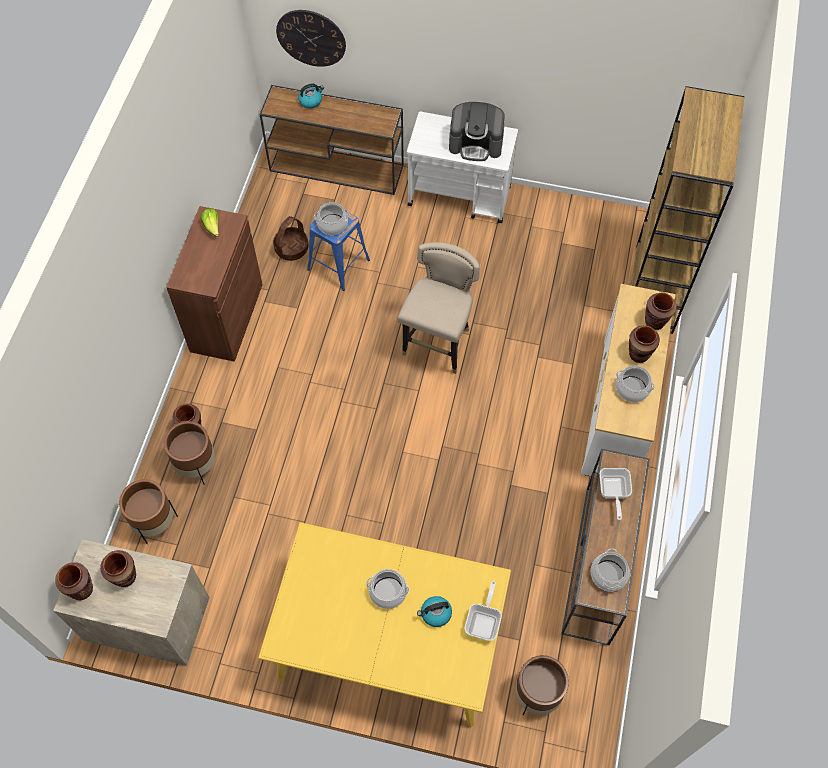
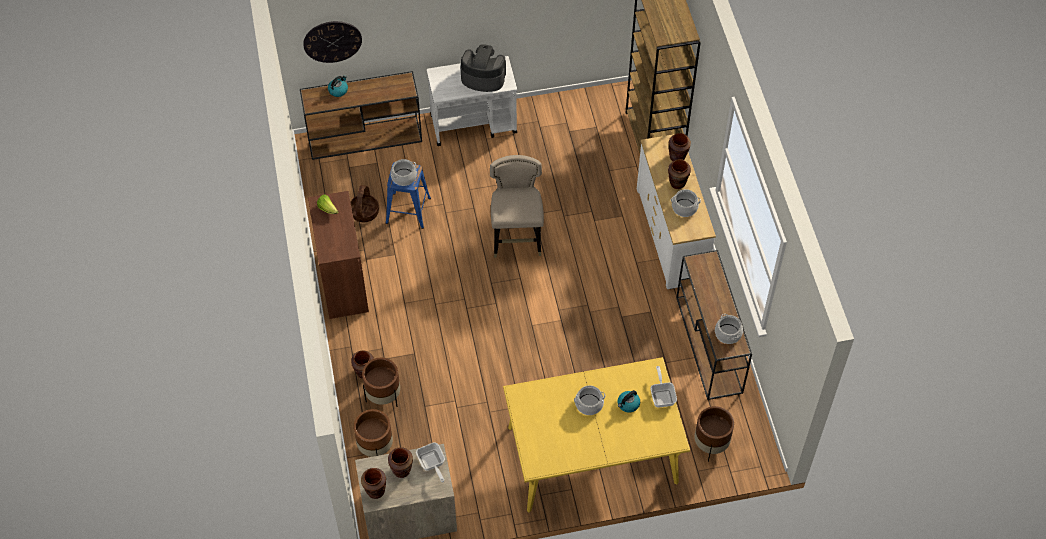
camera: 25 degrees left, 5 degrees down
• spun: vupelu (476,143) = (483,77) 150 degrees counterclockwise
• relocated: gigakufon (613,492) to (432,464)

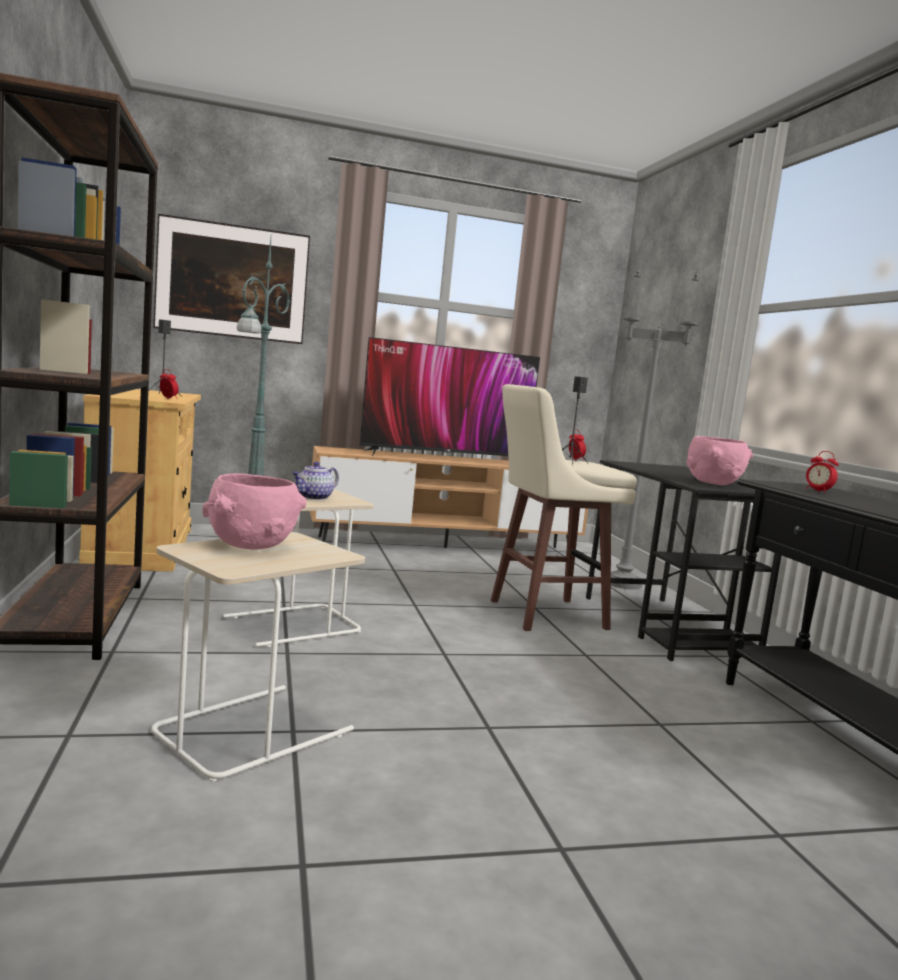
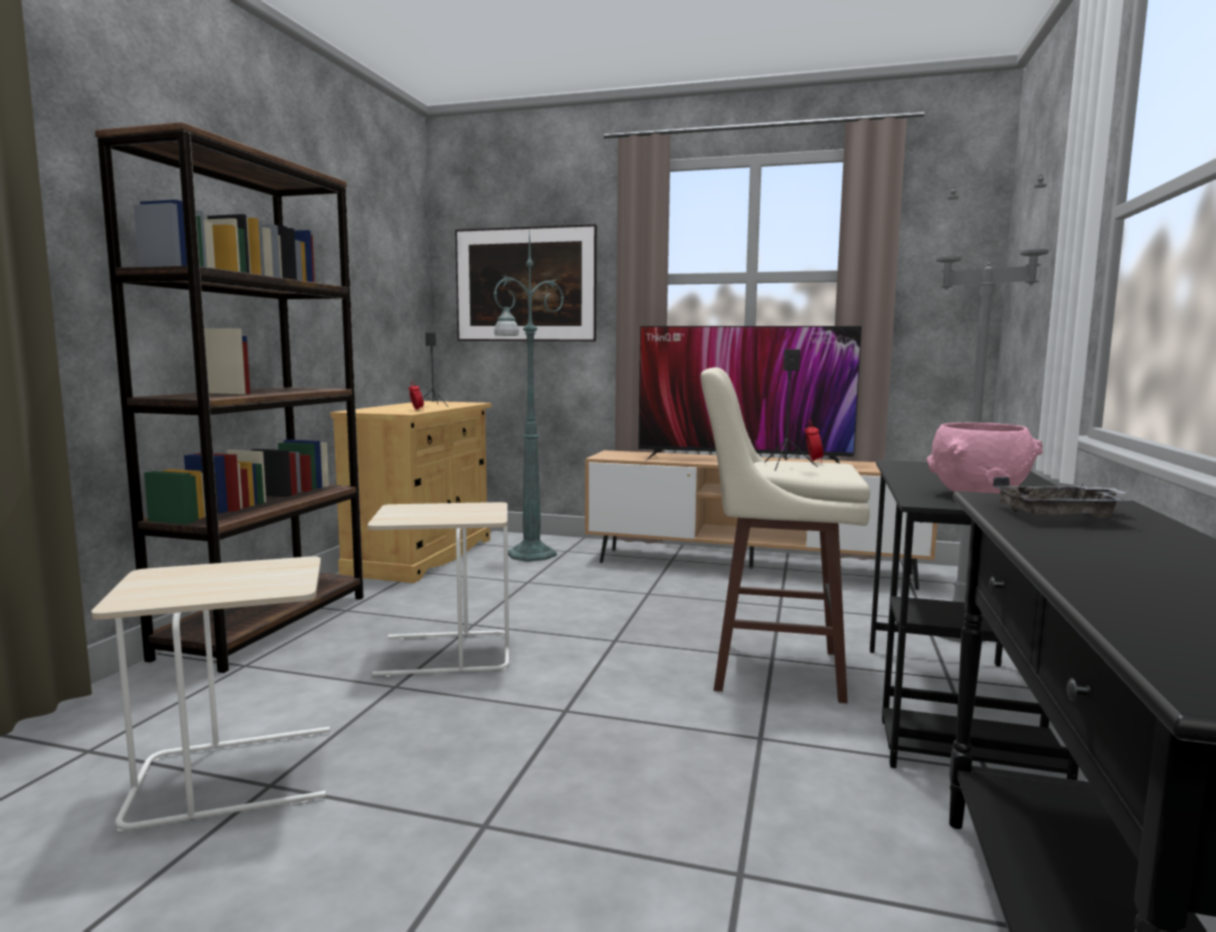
camera: 30 degrees right, 0 degrees up
• exchanged: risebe (818,491) to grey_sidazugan (1061,515)
• missing: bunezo (314,497)
• missing: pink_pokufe (251,546)

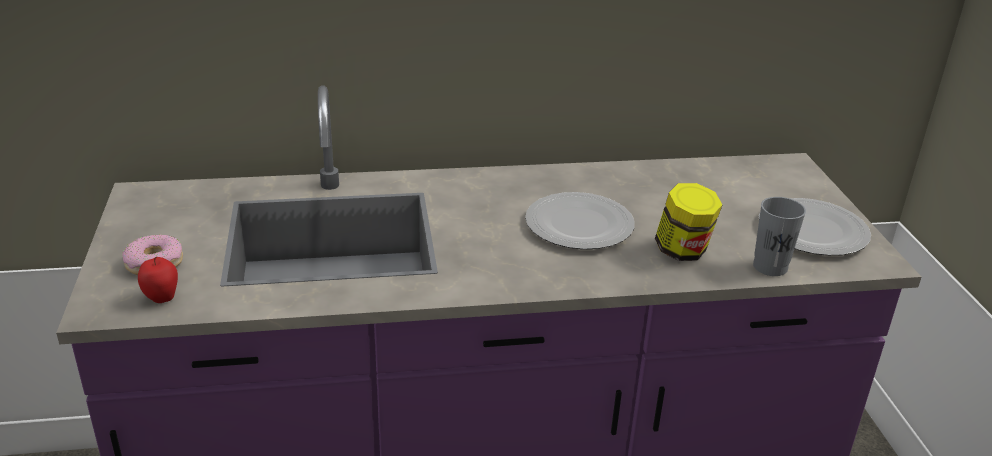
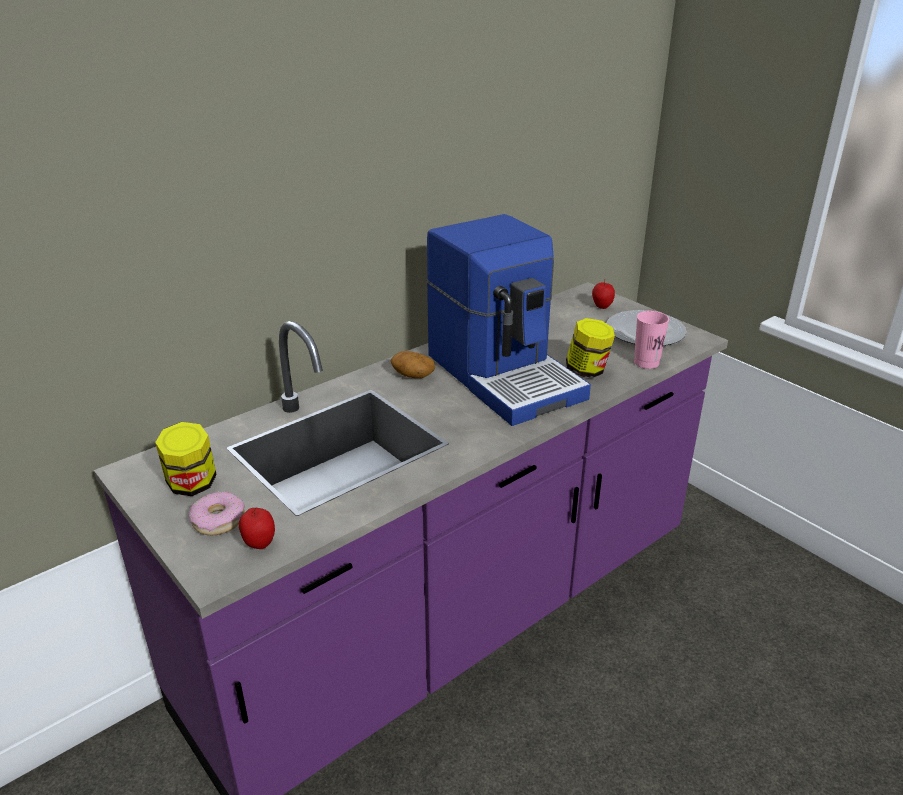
camera: 30 degrees left, 0 degrees up
• exchanged: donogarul (580,224) to vupelu (505,375)
• colour: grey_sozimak (770,267) to pink_sozimak (646,363)
• appeared: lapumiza (602,307)
• appeared: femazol (412,375)
• appeared: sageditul (192,485)

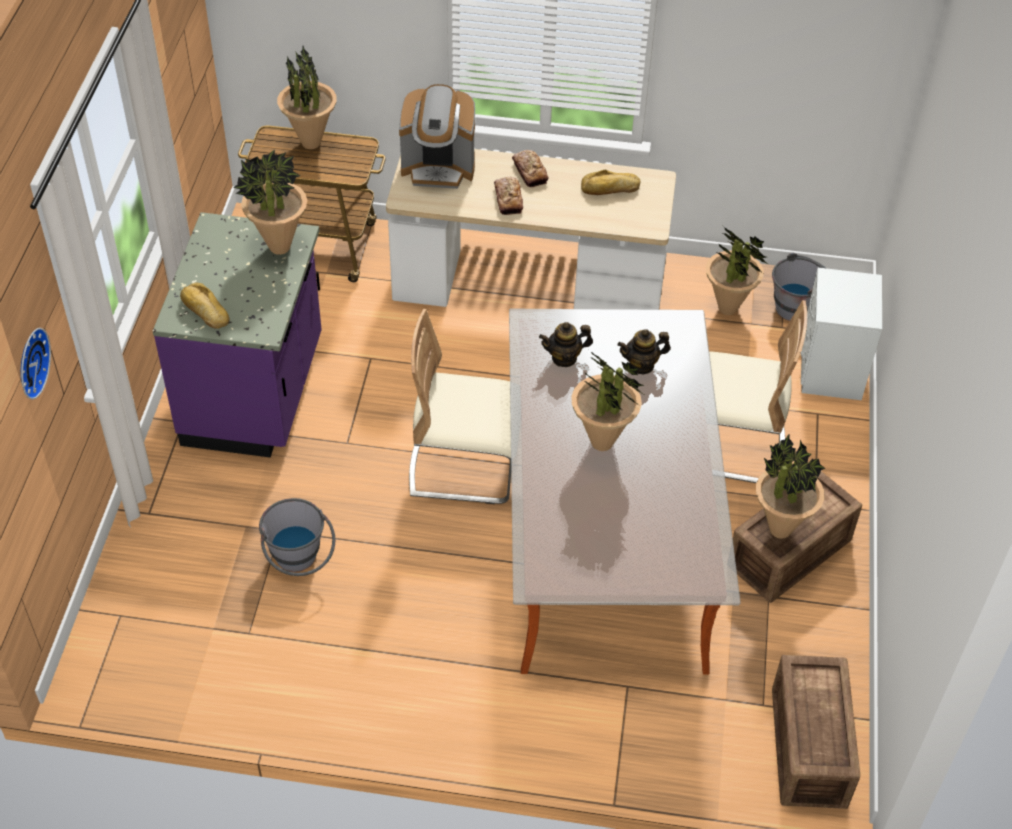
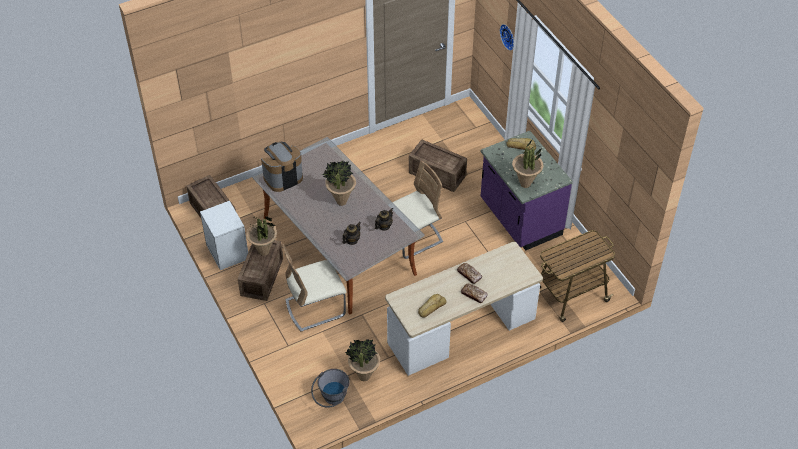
camera: 145 degrees right, 0 degrees up
• missing: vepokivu (311,143)
• relocated: vupelu (438,168) to (283,177)
• relocated: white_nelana (829,370) to (227,251)
• exchanged: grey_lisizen (299,562) to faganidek (437,173)

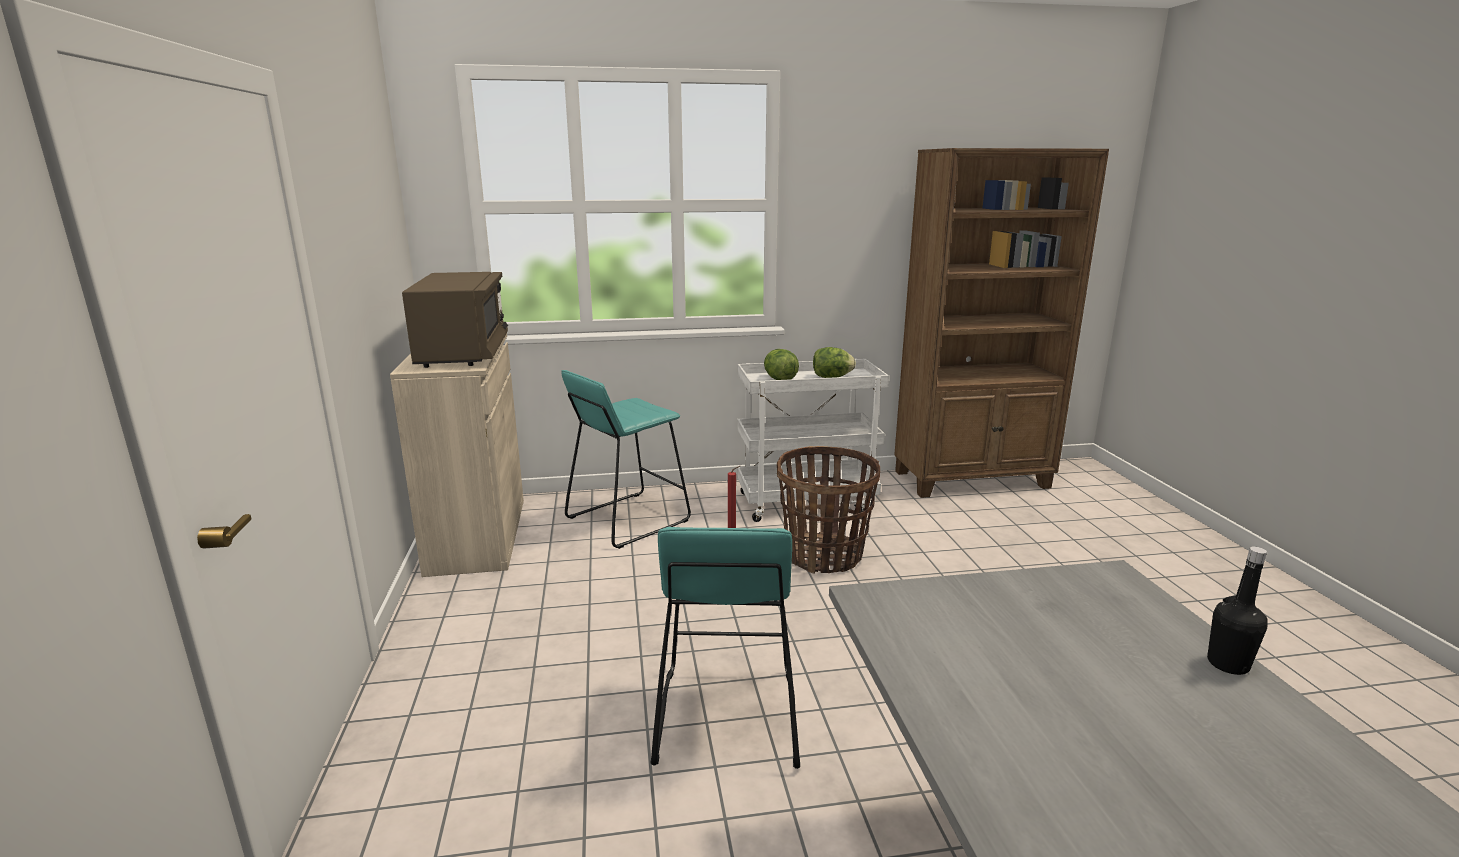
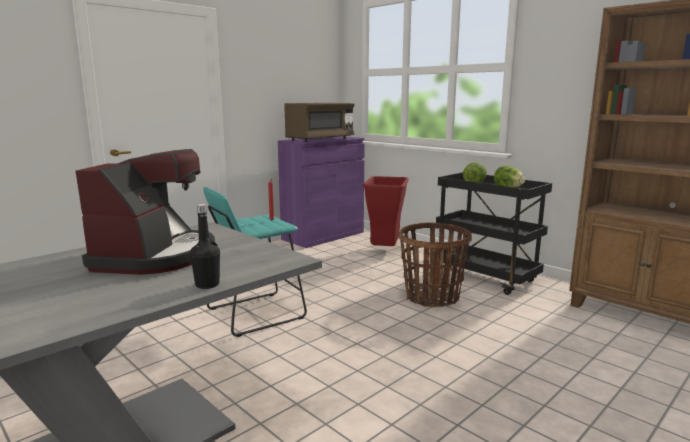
camera: 55 degrees right, 5 degrees down
• colour: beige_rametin (477,535) to purple_rametin (323,236)
• colour: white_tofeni (806,502) to black_tofeni (486,278)
• exchanged: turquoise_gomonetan (627,519) to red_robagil (384,251)
• appeared: vupelu (156,256)

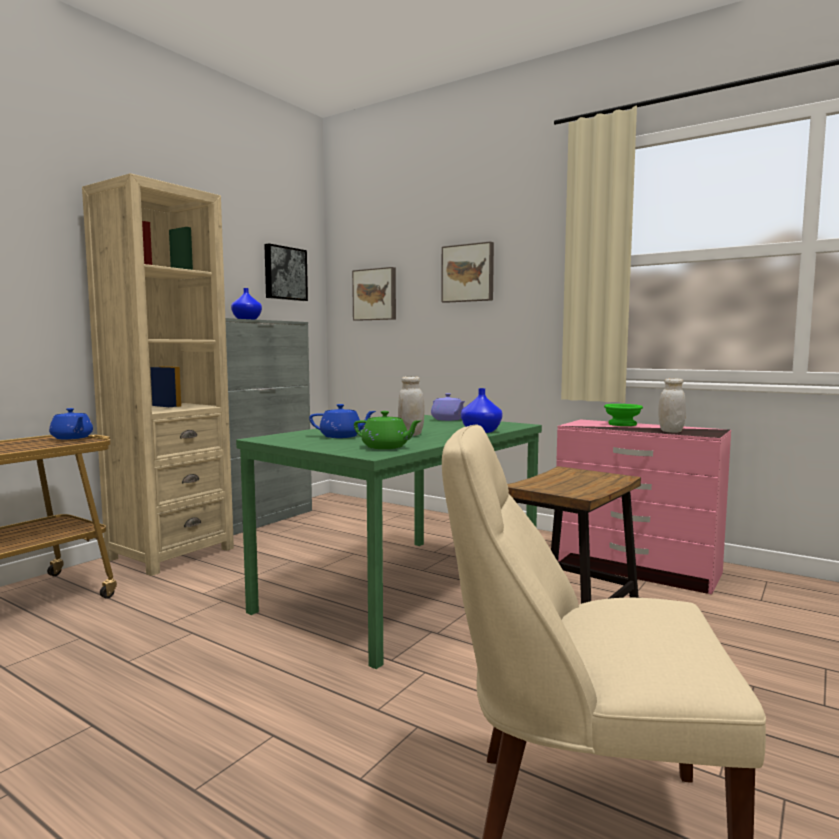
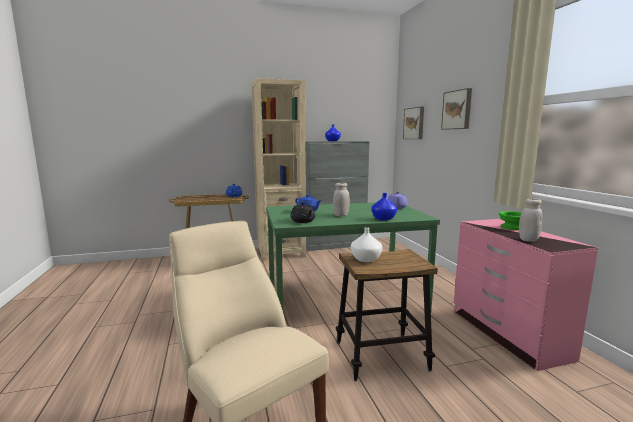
camera: 40 degrees right, 5 degrees up
• missing: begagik (284,273)
• colour: green_bunezo (386,447) to black_bunezo (303,221)
• appeared: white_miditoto (366,259)

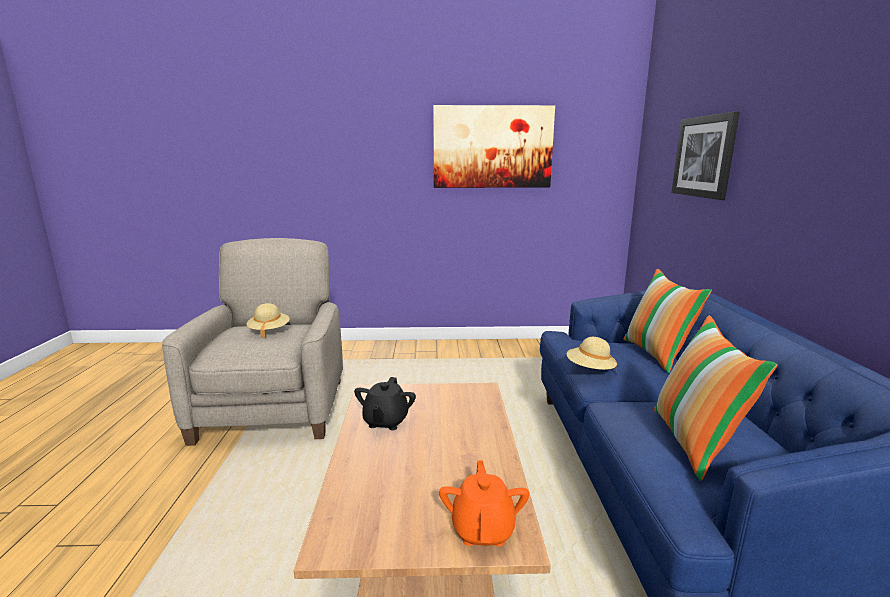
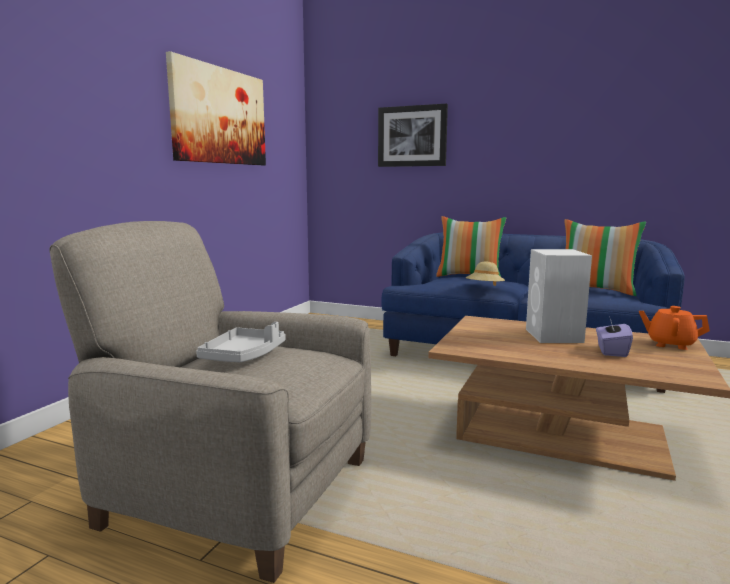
camera: 65 degrees left, 5 degrees down
• exchanged: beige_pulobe (269,331) to grey_sidazugan (244,356)
• missing: black_bunezo (385,421)
• appeared: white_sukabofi (554,336)
• appeared: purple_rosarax (611,351)

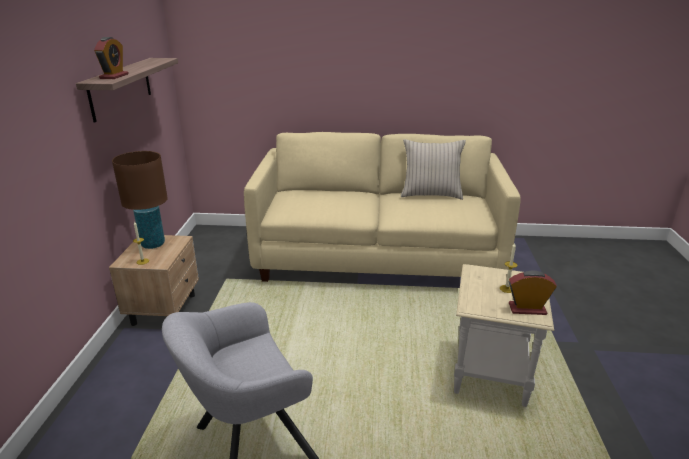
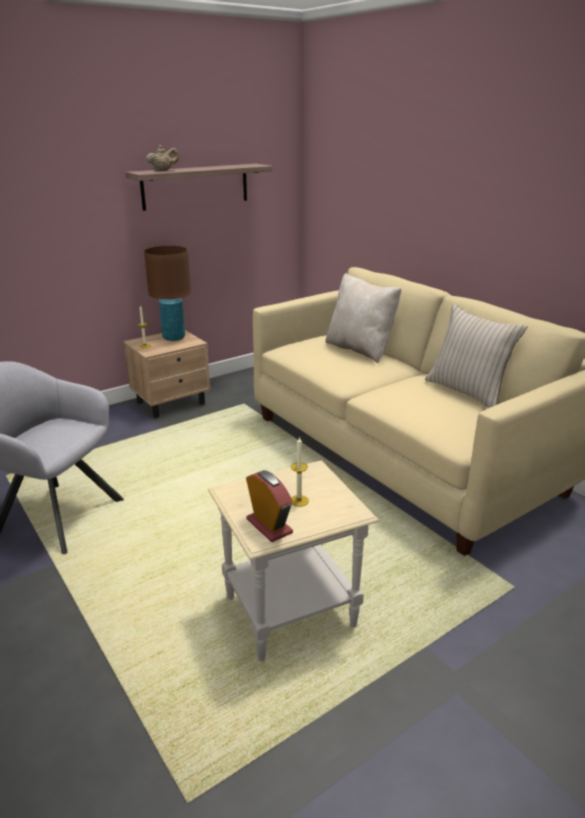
camera: 50 degrees right, 0 degrees up
• exchanged: risebe (114,76) to beige_bunezo (163,171)
• appeared: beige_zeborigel (360,349)

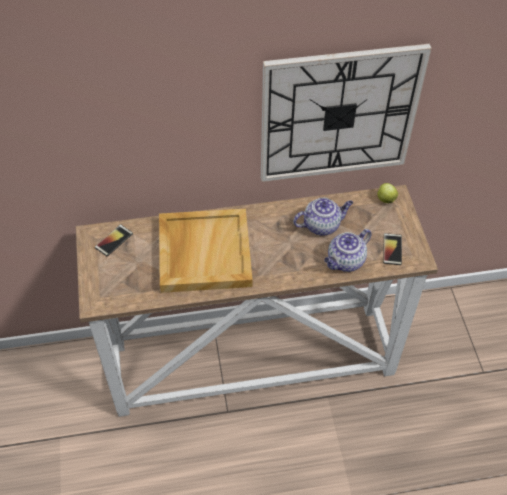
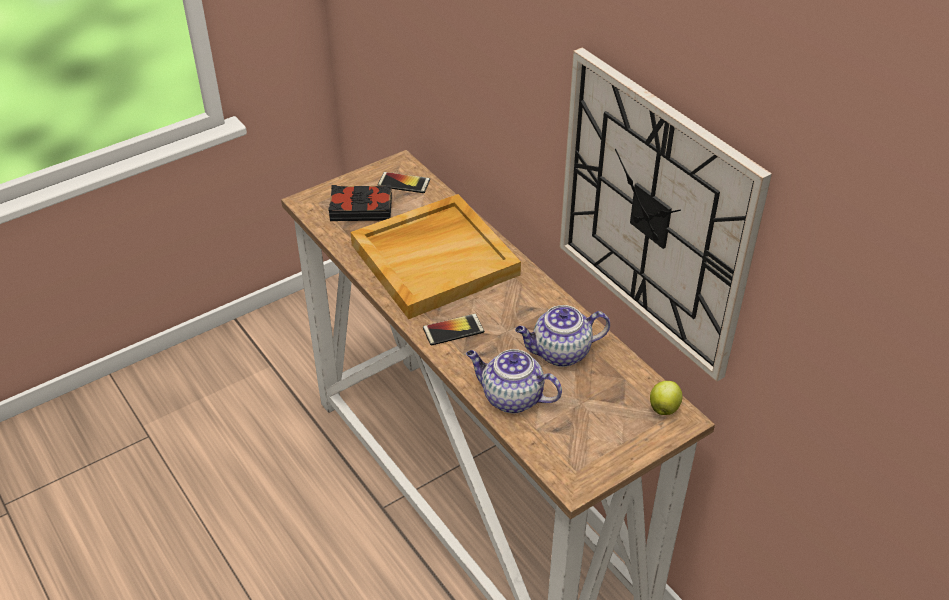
camera: 65 degrees right, 10 degrees down
• spun: bunezo (322,225) = (560,353) 120 degrees clockwise
• relocated: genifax (392,249) to (453,330)
• appeared: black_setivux (361,208)

